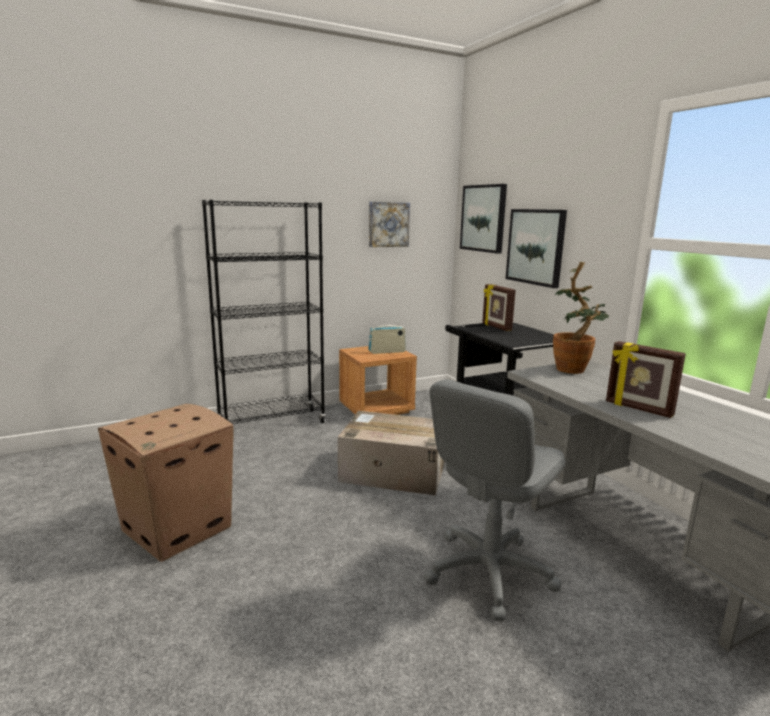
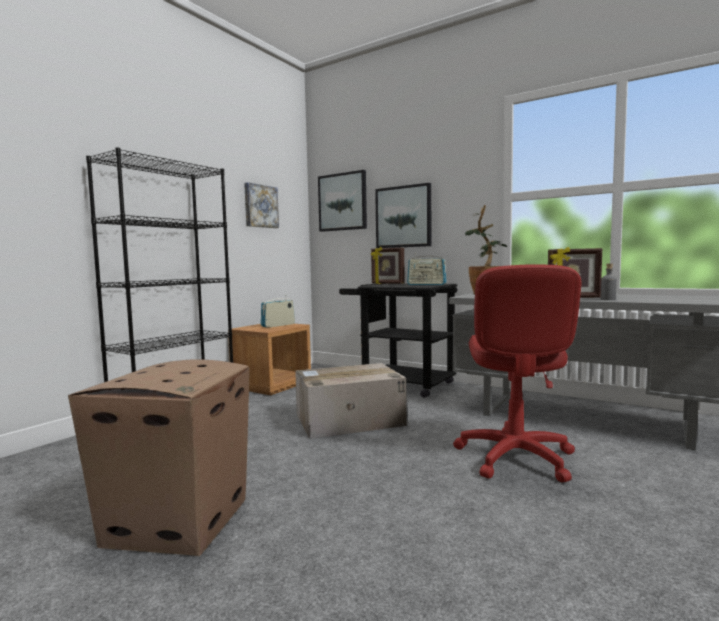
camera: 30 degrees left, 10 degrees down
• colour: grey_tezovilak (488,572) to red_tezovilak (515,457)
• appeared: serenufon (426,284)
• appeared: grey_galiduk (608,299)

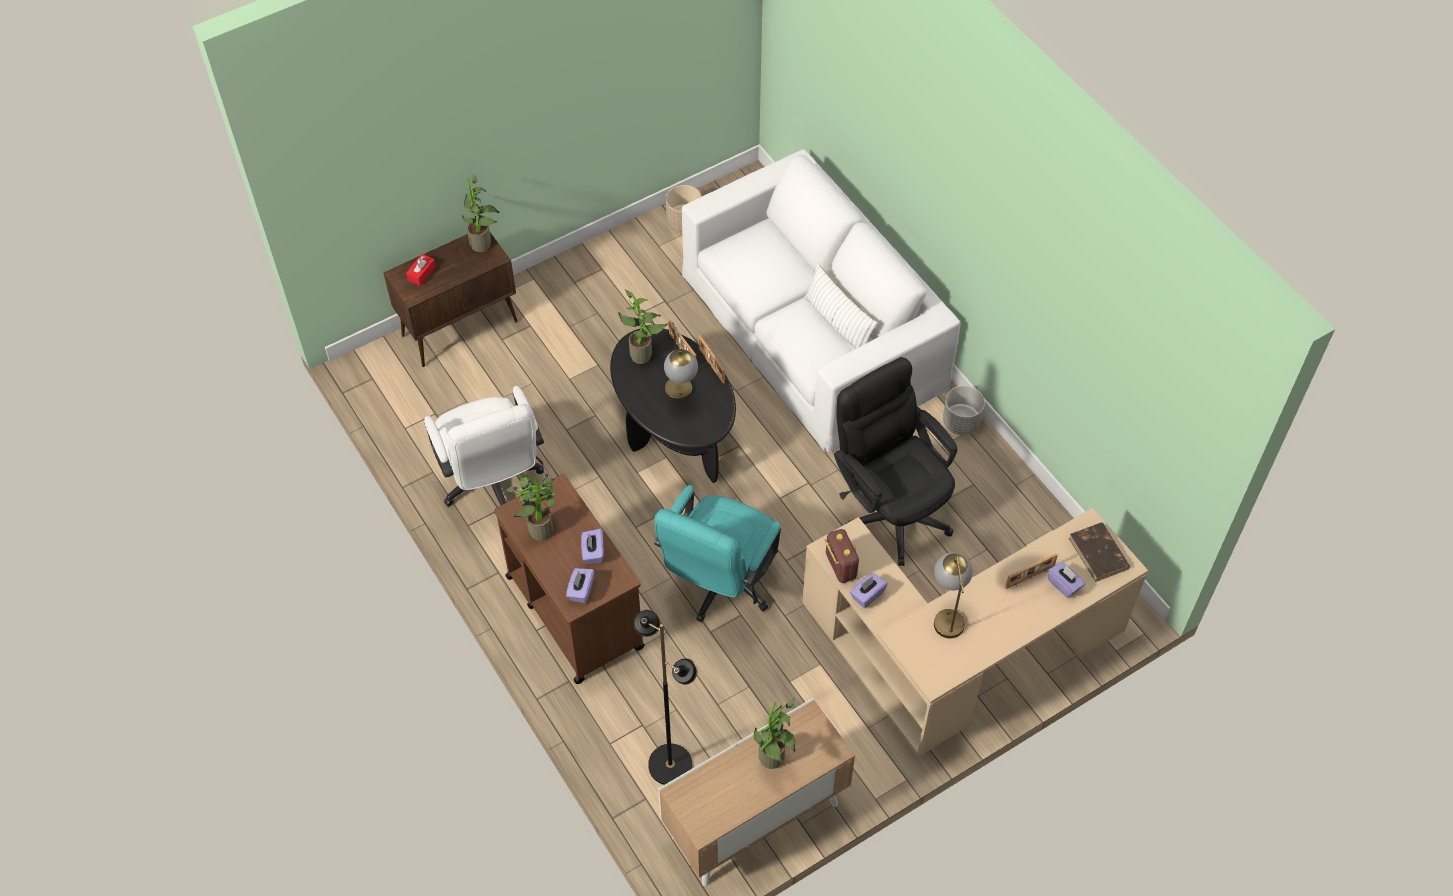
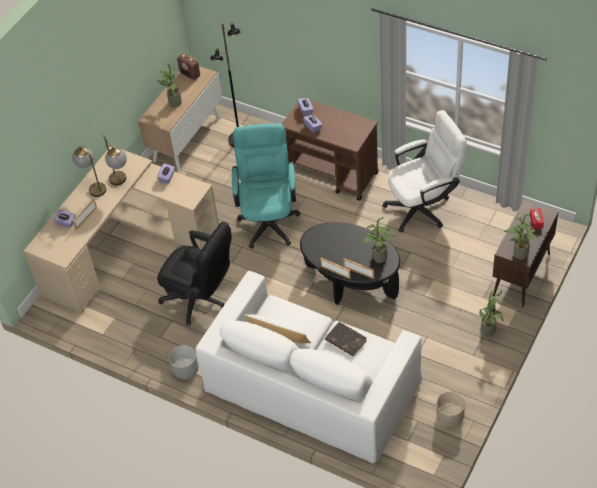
camera: 155 degrees right, 5 degrees down
• relocated: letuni (681,398) to (93,187)
• spun: white_tezovilak (493,484) = (424,207) 120 degrees clockwise
• relocated: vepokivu (540,528) to (489,332)
• relocated: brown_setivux (1099,554) to (345,340)
• relocated: serenufon (840,566) to (190,74)

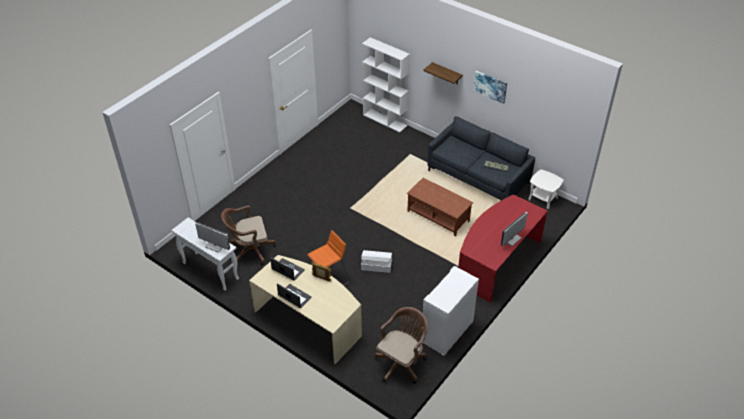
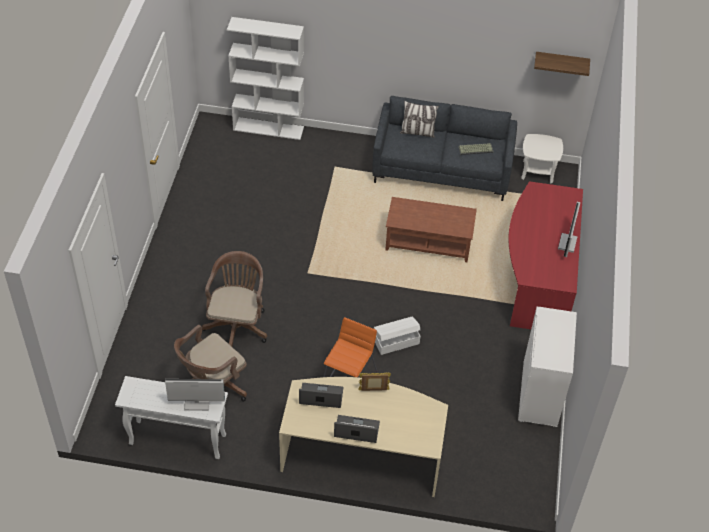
camera: 30 degrees left, 5 degrees up
• relocated: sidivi (447,74) to (561,62)
• missing: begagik (490,86)
• relocated: brown_tezovilak (402,362) to (237,325)
• appeared: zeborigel (417,132)

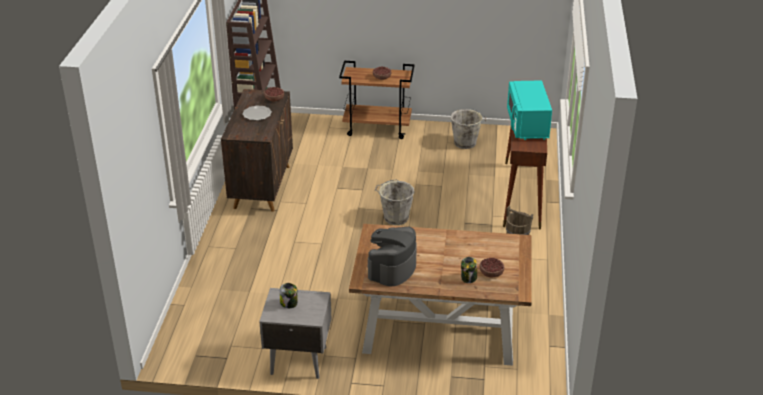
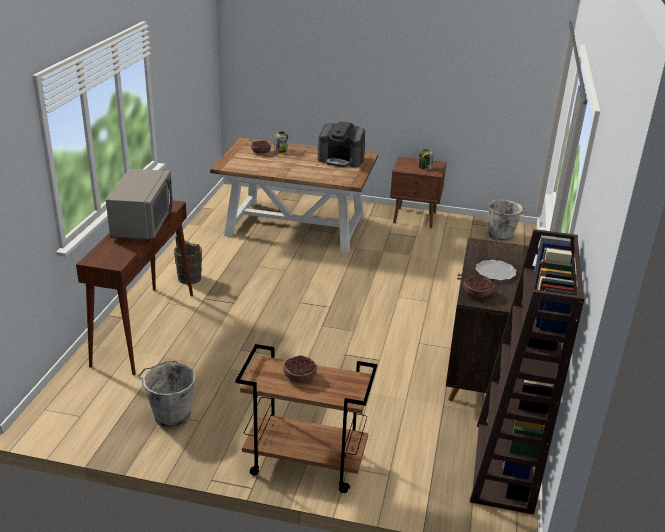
camera: 175 degrees left, 5 degrees down
• colour: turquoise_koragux (527,125) to grey_koragux (143,224)
• relocated: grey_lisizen (395,218) to (501,236)
• spun: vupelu (392,268) = (341,160) 75 degrees clockwise
• colour: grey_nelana (297,360) to brown_nelana (415,218)

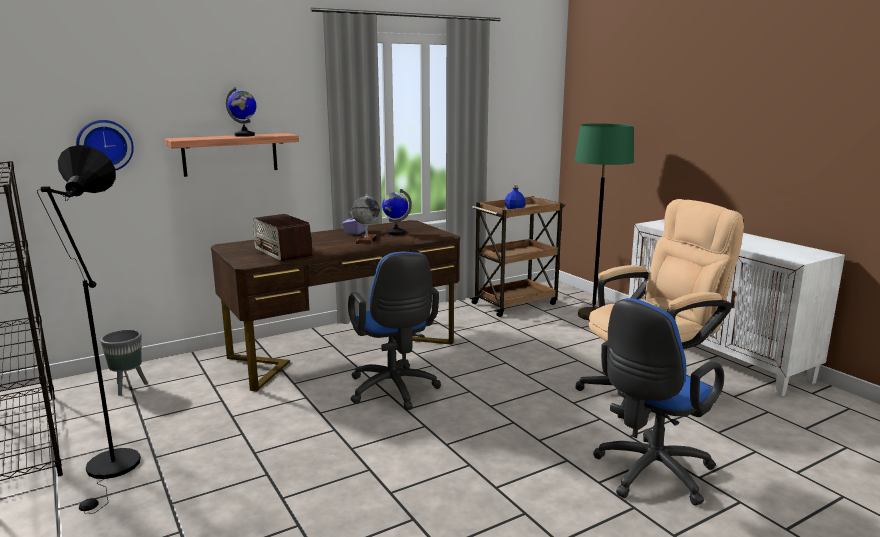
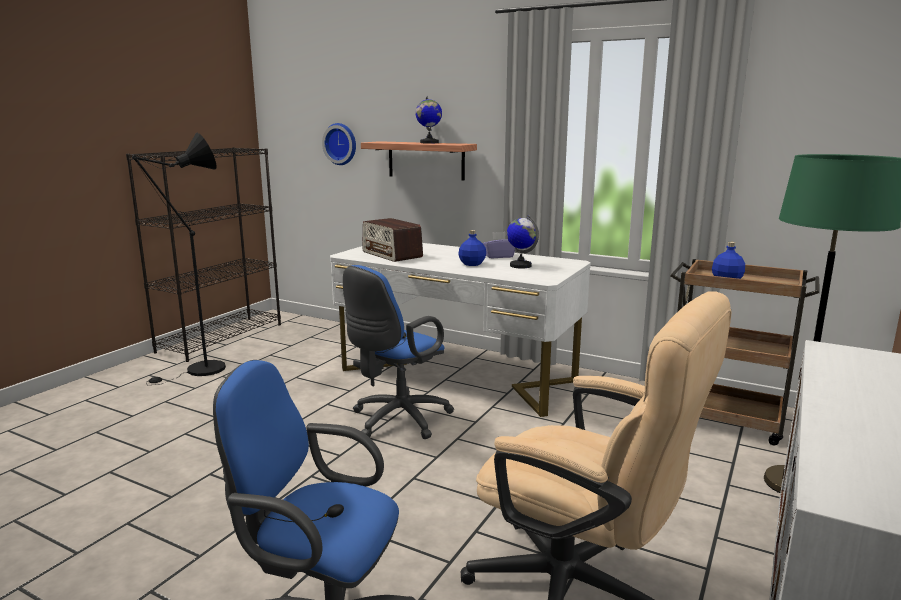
camera: 60 degrees right, 0 degrees up
• exchanged: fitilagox (366,240) to blue_galiduk (472,264)
• spun: serenufon (283,252) = (392,254) 60 degrees counterclockwise
• colour: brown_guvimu (344,350) to white_guvimu (456,375)
• missing: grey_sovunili (128,387)

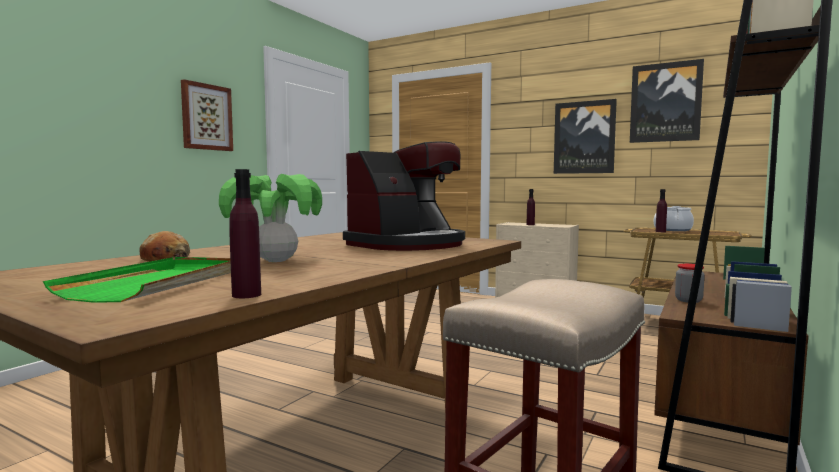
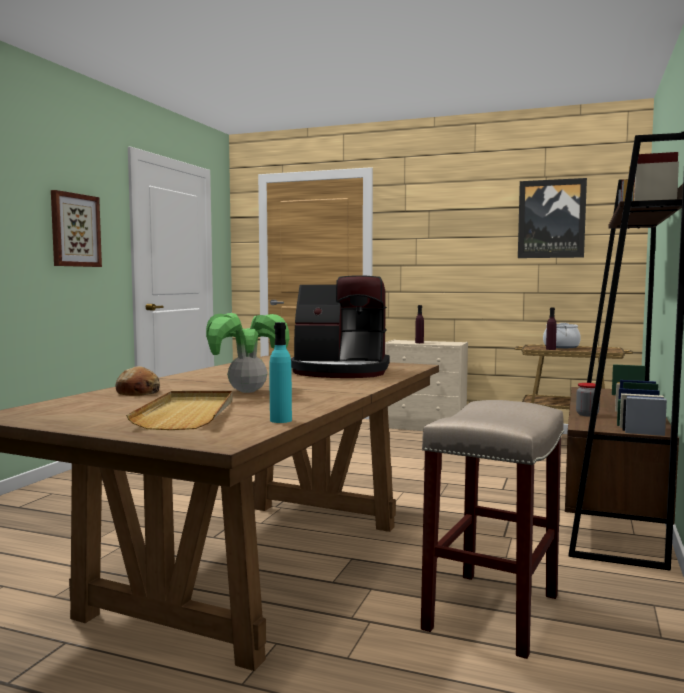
camera: 10 degrees left, 0 degrees up
• missing: begagik (584,137)
• spun: vupelu (408,244) = (341,371) 60 degrees clockwise
• colour: purple_galiduk (246,295) to turquoise_galiduk (280,420)
• colour: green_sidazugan (160,283) to beige_sidazugan (188,414)

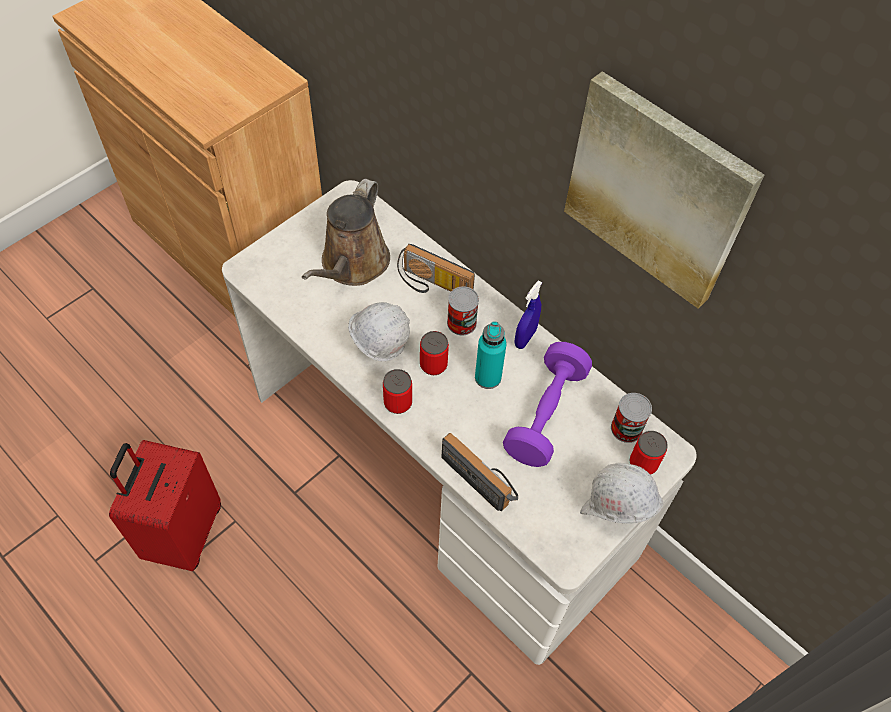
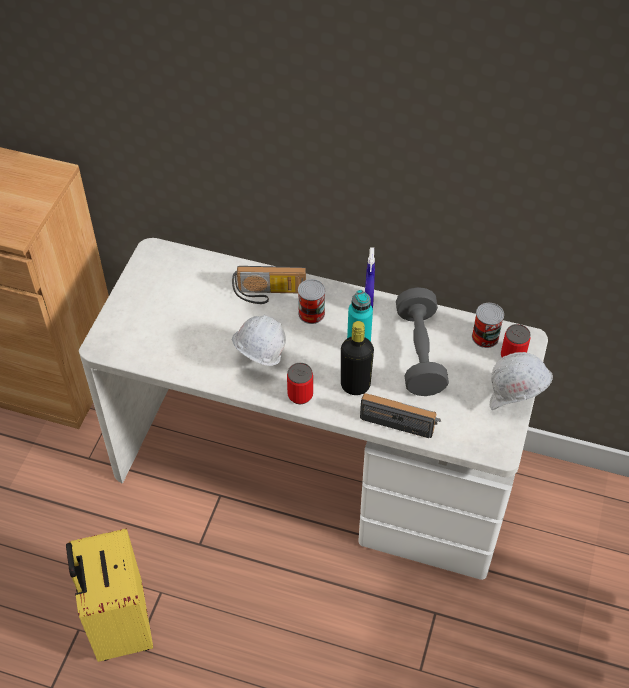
camera: 25 degrees left, 5 degrees down
• missing: begagik (657,190)
• missing: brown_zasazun (352,265)
• missing: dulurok (433,365)
• colour: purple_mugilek (545,414) to grey_mugilek (419,353)
• colour: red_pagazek (182,533) to yellow_pagazek (119,625)
• appeared: black_galiduk (355,385)

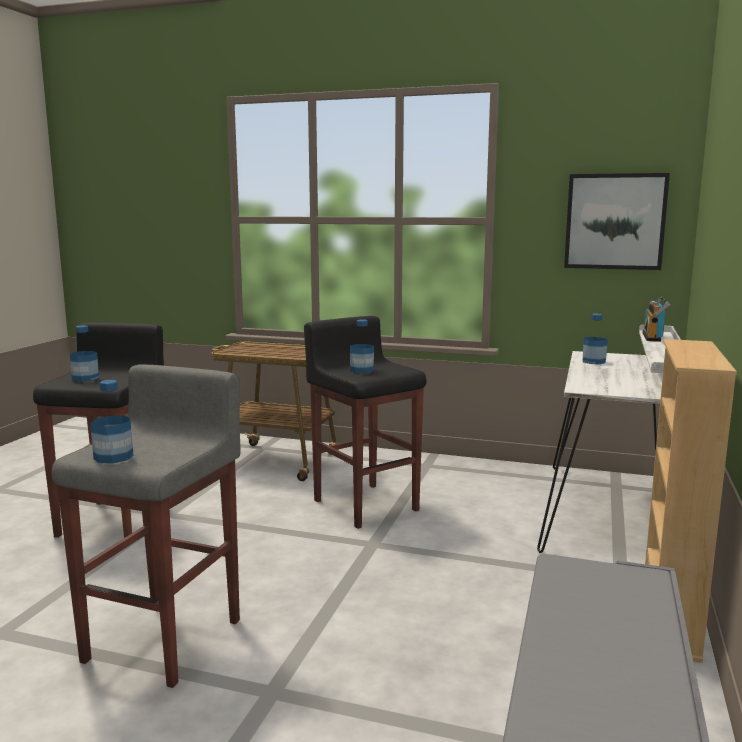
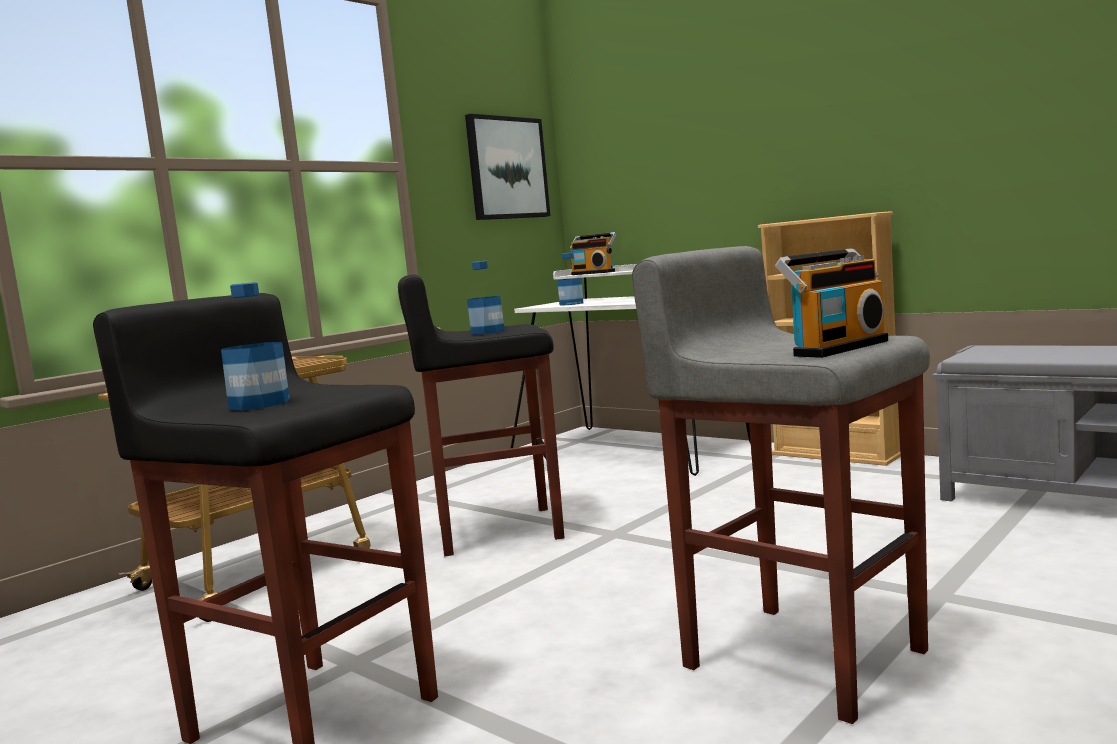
camera: 65 degrees left, 5 degrees down
• exchanged: galiduk (113,457) to serenufon (836,348)

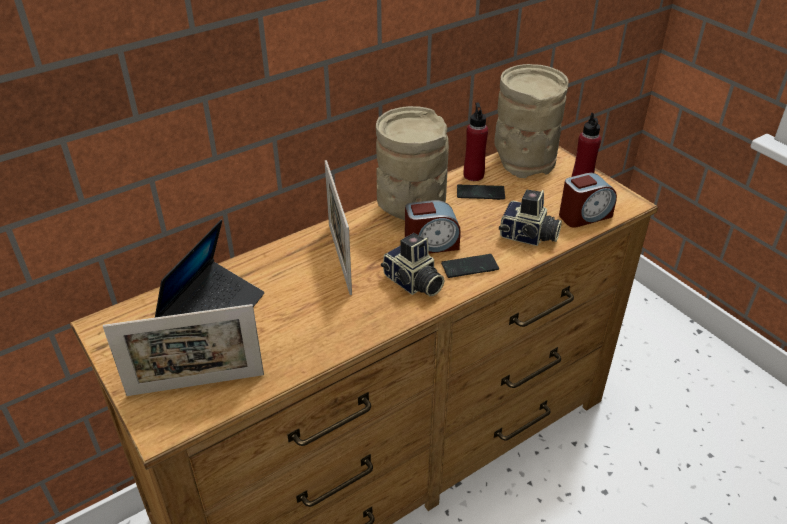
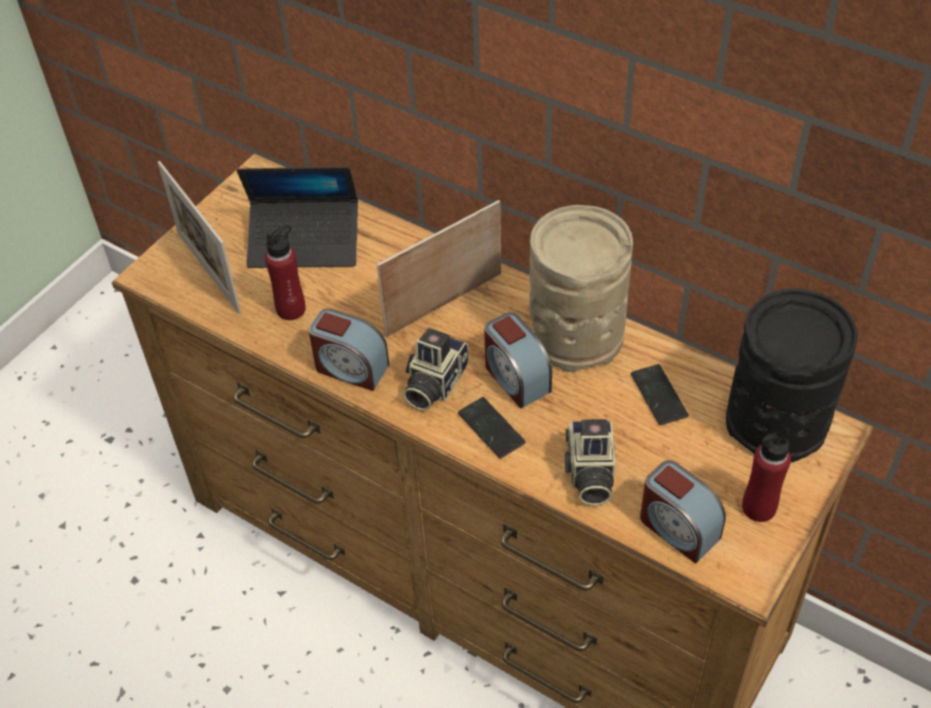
camera: 70 degrees right, 10 degrees up
• colour: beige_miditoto (523,160) to black_miditoto (777,423)
• relocated: red_galiduk (473,175) to (291,309)
• appeared: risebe (350,368)

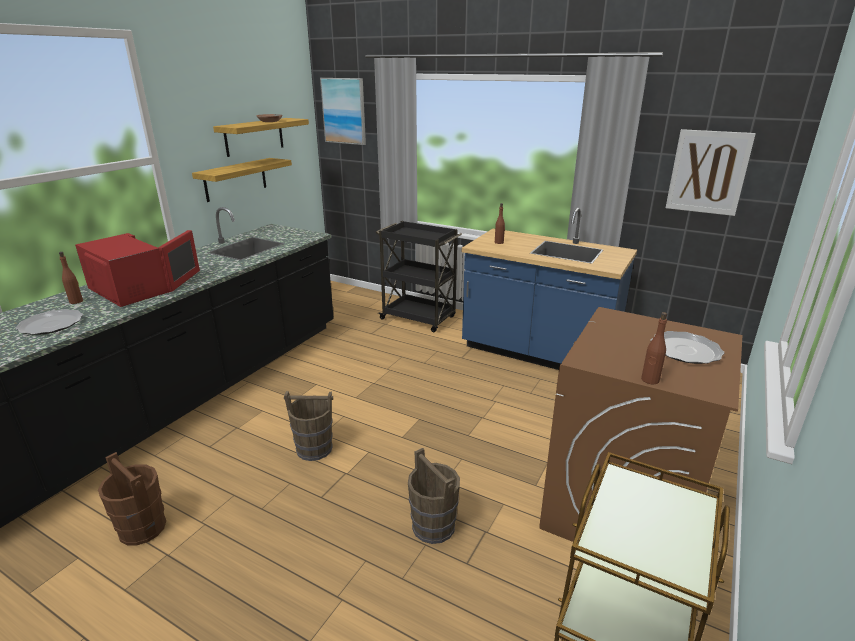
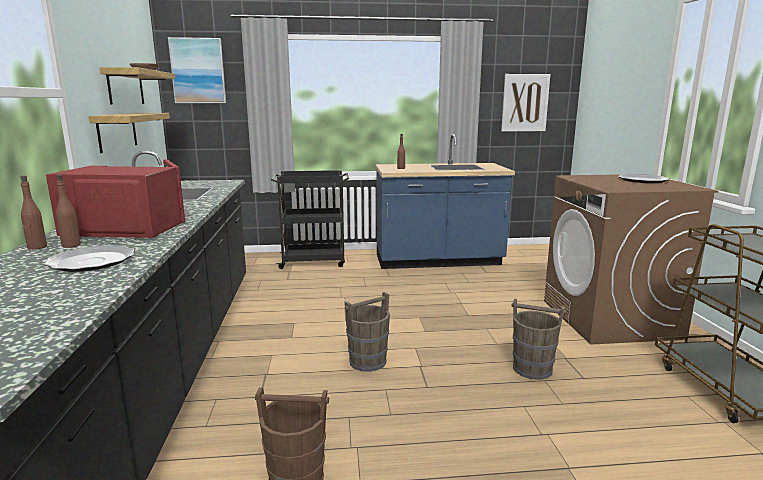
camera: 35 degrees left, 10 degrees down
• relocated: brown_galiduk (650,380) to (37,247)

